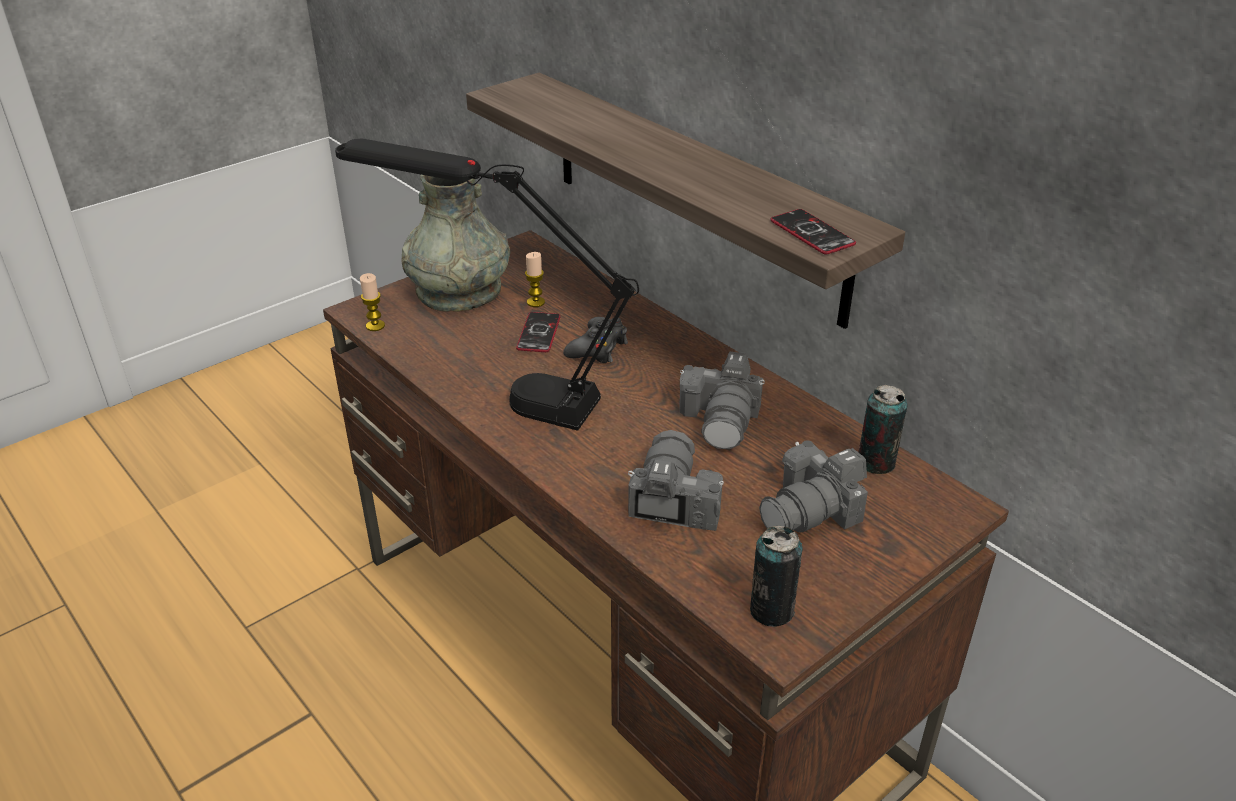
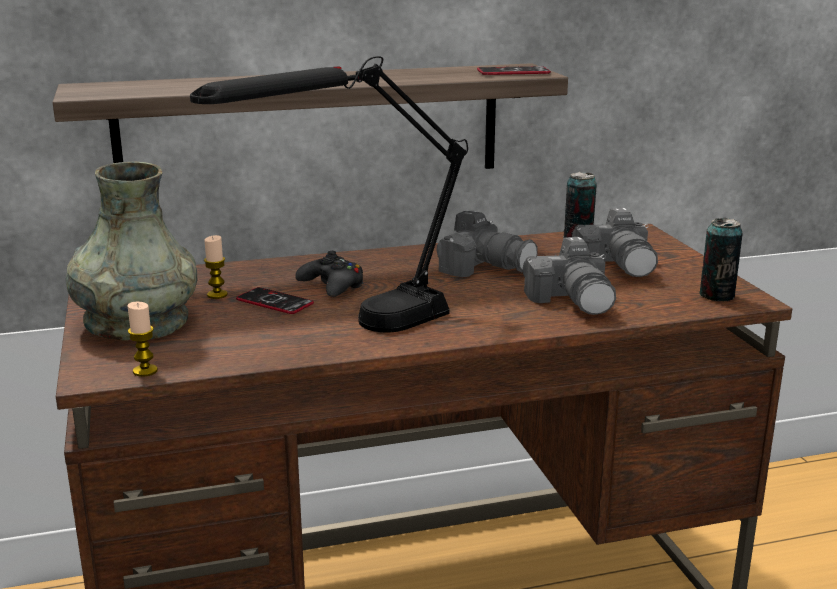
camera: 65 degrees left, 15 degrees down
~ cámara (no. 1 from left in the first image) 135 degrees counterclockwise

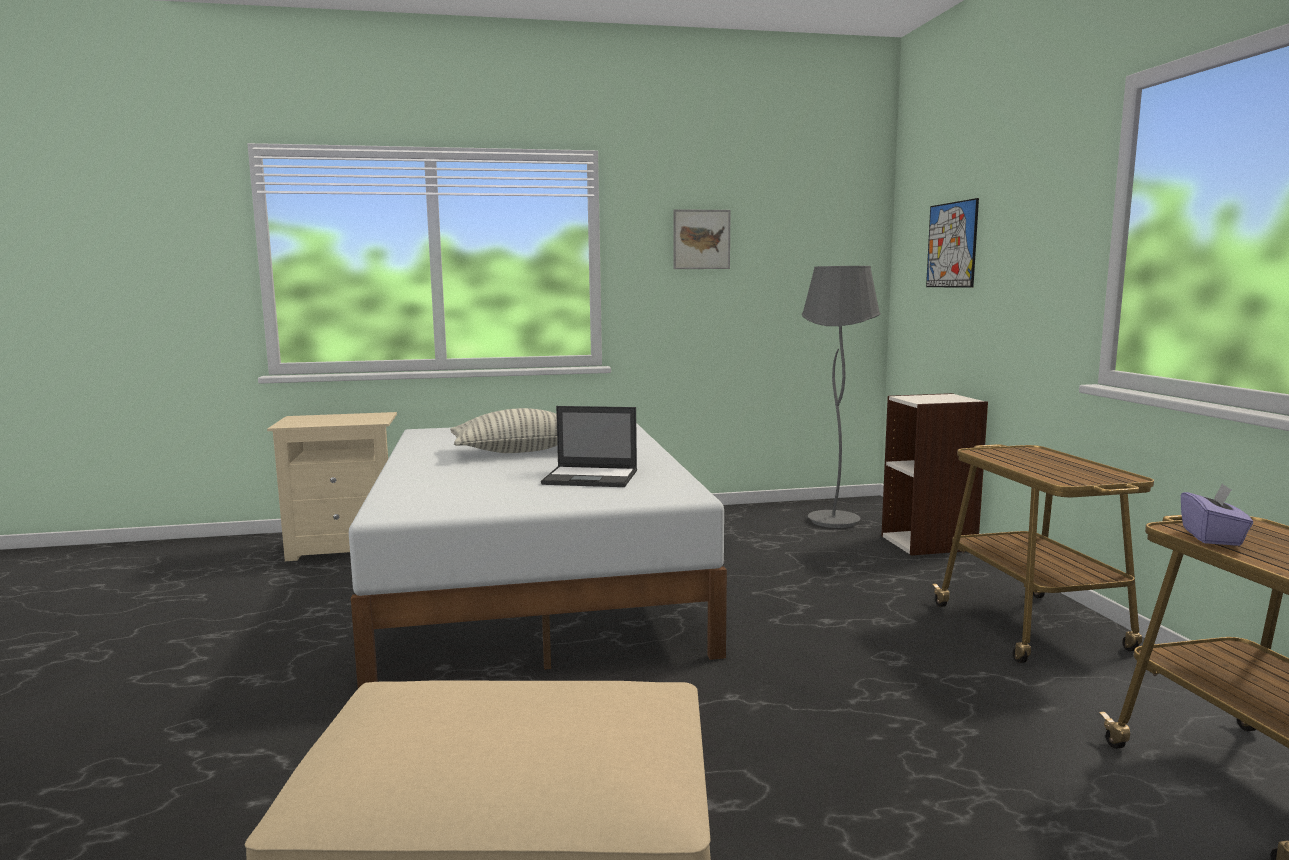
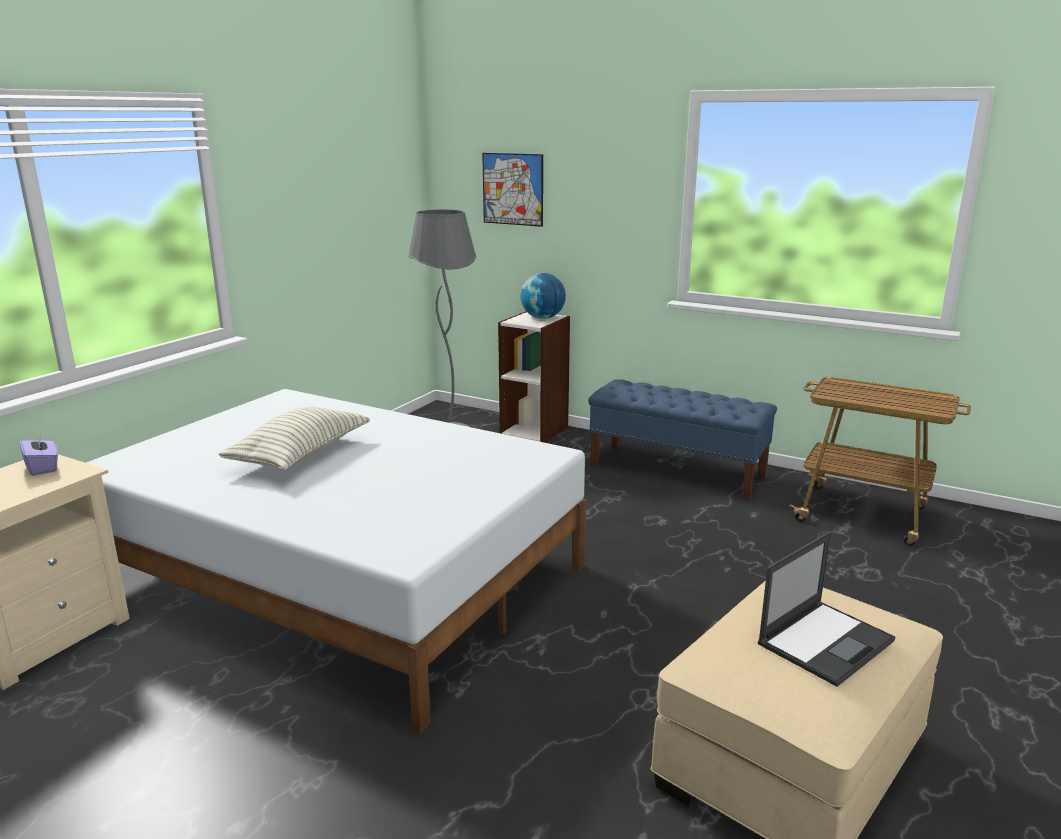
camera: 50 degrees left, 10 degrees up
~ portátil
- cuadro (no. 1 from left)
~ carrito (no. 1 from left) to banco/azul
~ caja de pañuelos/morado
+ globo terráqueo

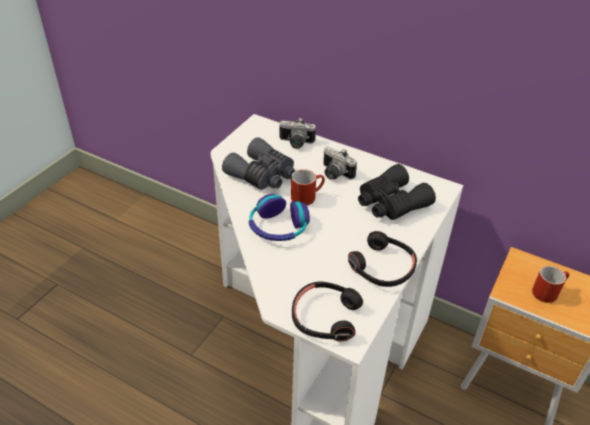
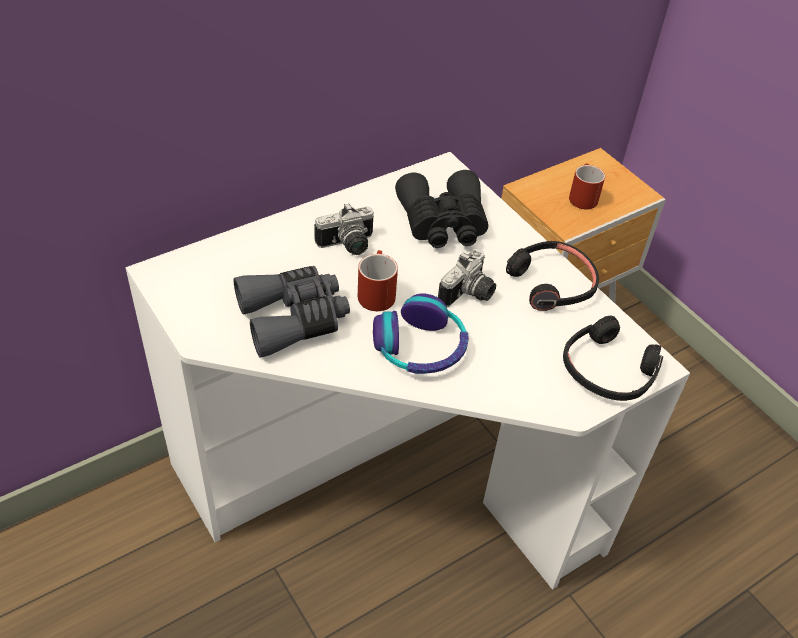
camera: 65 degrees left, 5 degrees up
~ cámara (no. 1 from left in the first image) to cámara (no. 2 from left)

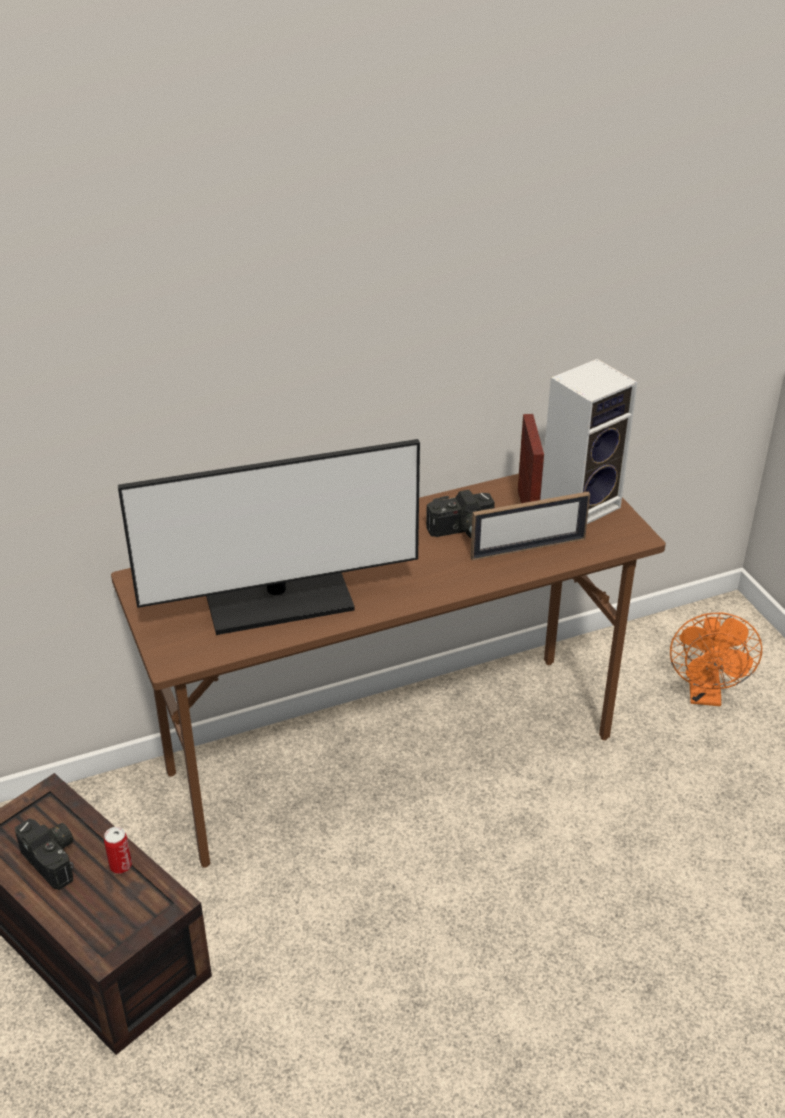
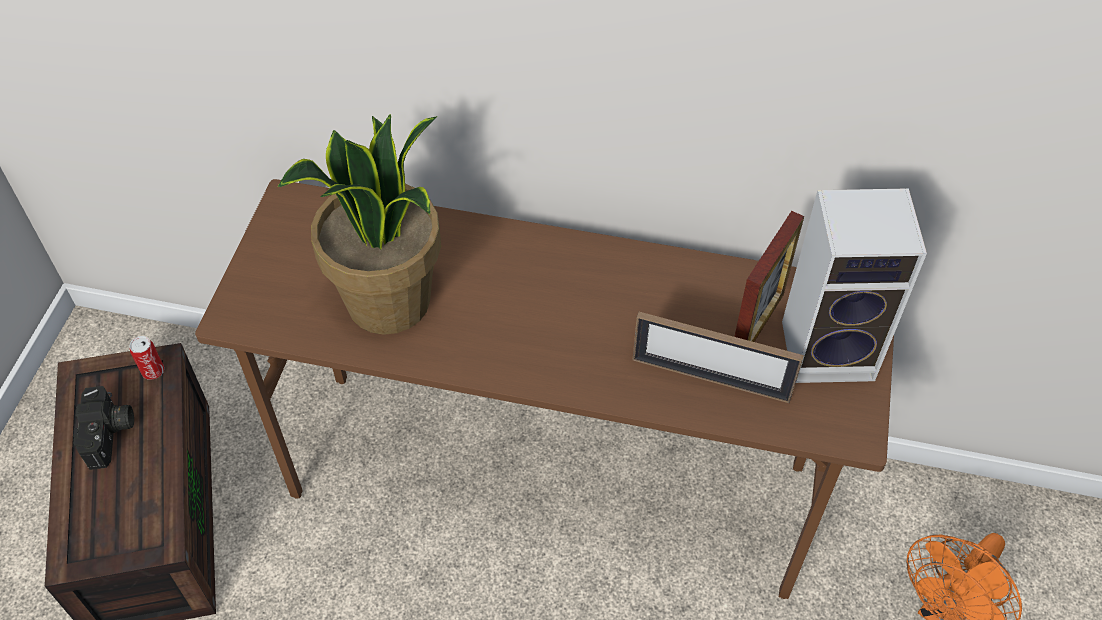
camera: 35 degrees right, 15 degrees up
~ lata
~ monitor to planta en maceta
- cámara (no. 2 from left)

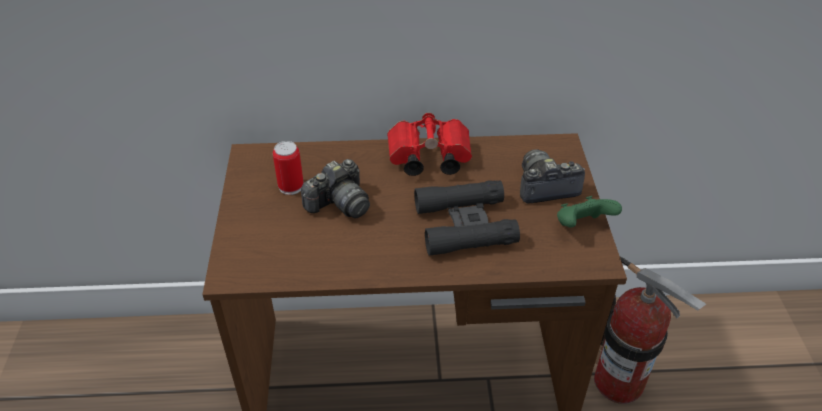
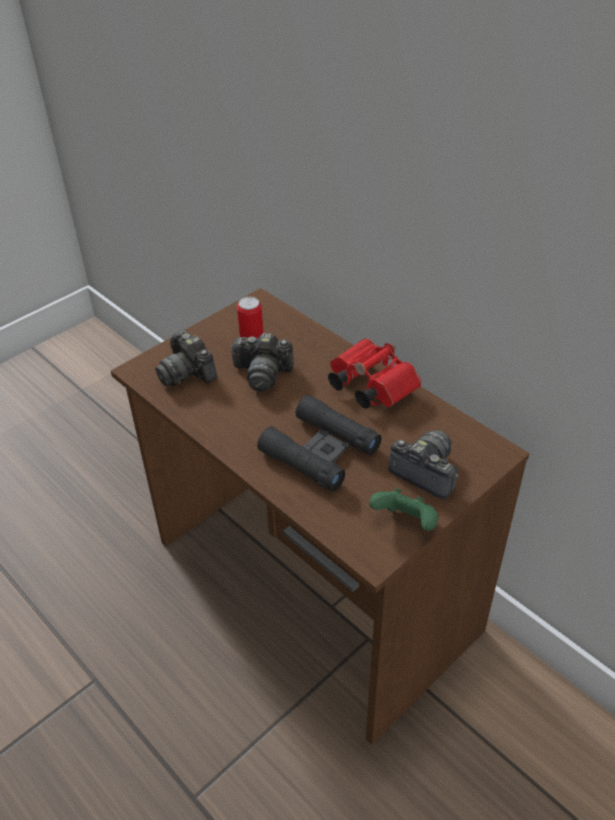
camera: 50 degrees right, 0 degrees up
- extintor
+ cámara (no. 1 from left)

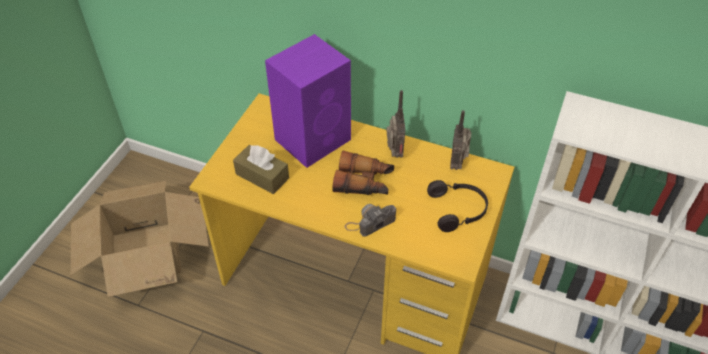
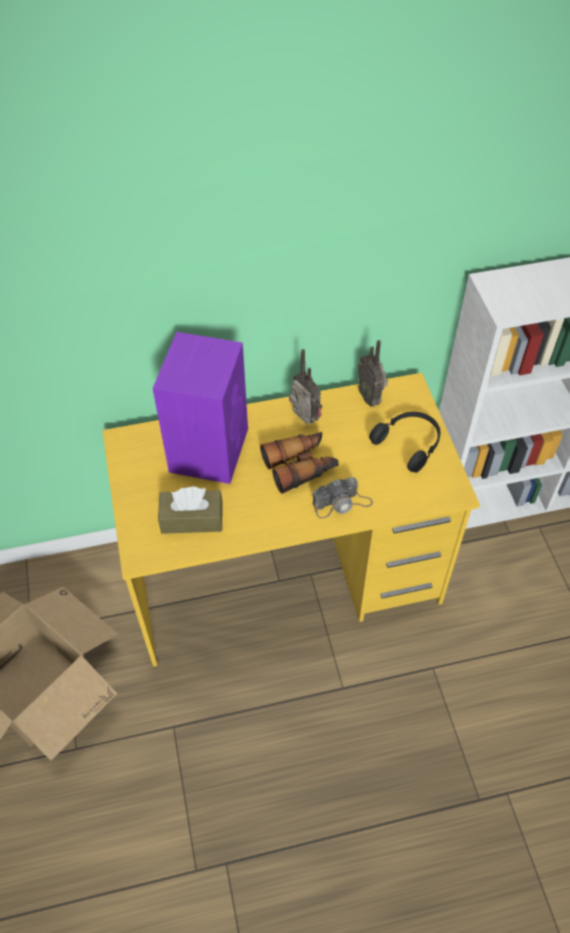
camera: 35 degrees left, 5 degrees up
~ cámara 135 degrees counterclockwise

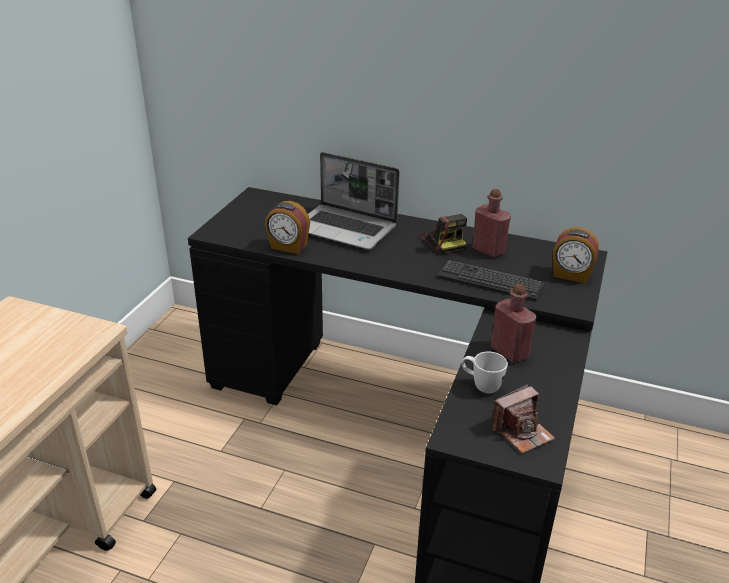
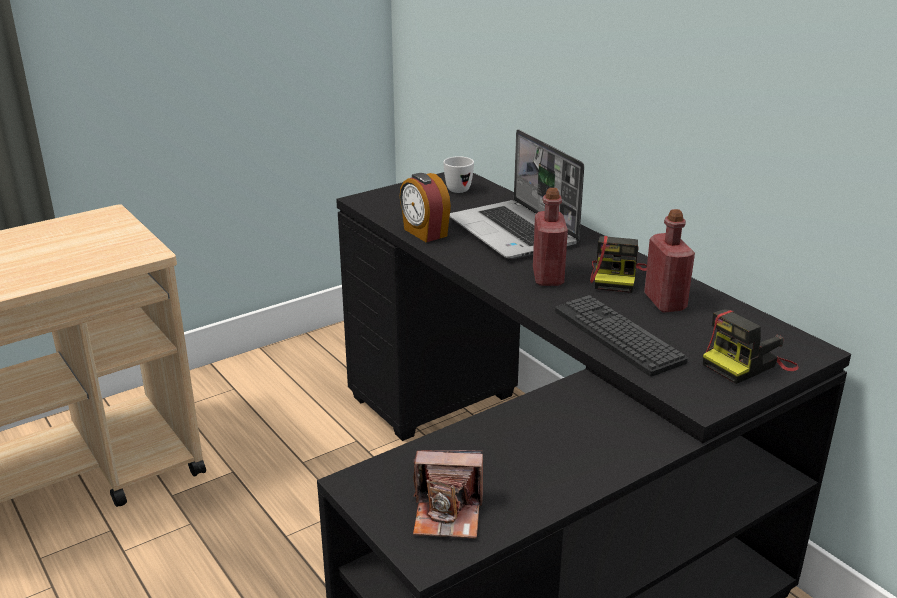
camera: 35 degrees right, 5 degrees down
~ taza grande/blanco
~ botella/rojo (no. 2 from left in the first image) to botella/rojo (no. 1 from left)
~ despertador (no. 2 from left) to cámara (no. 3 from left)

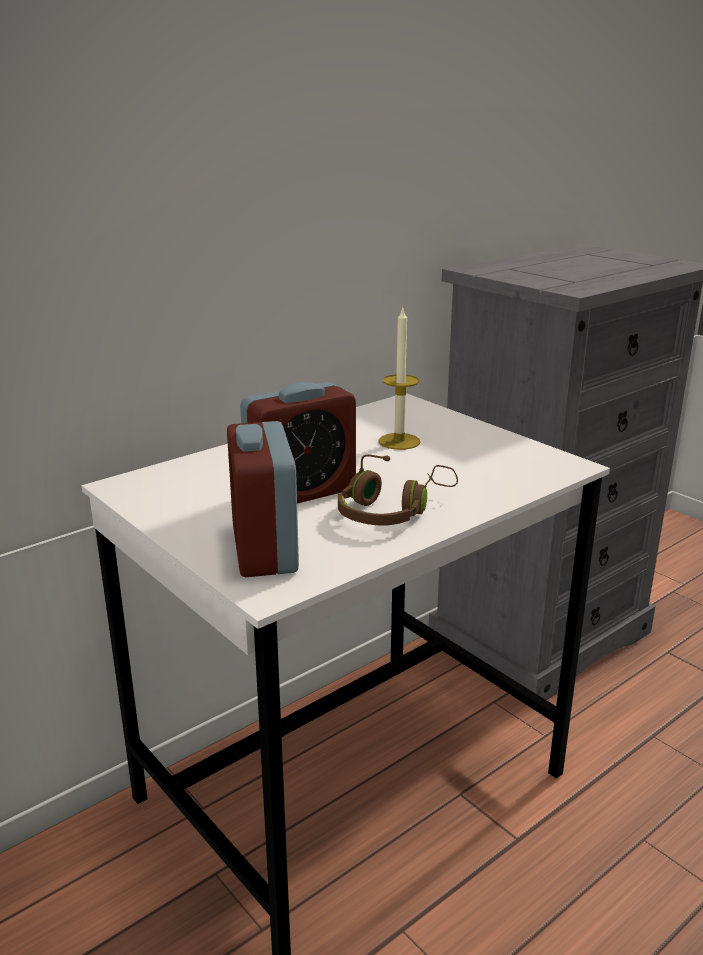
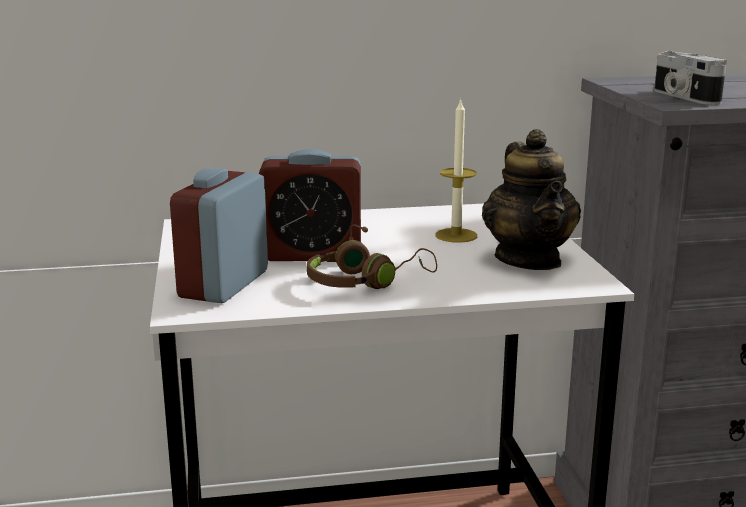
camera: 30 degrees right, 5 degrees down
+ tetera
+ cámara

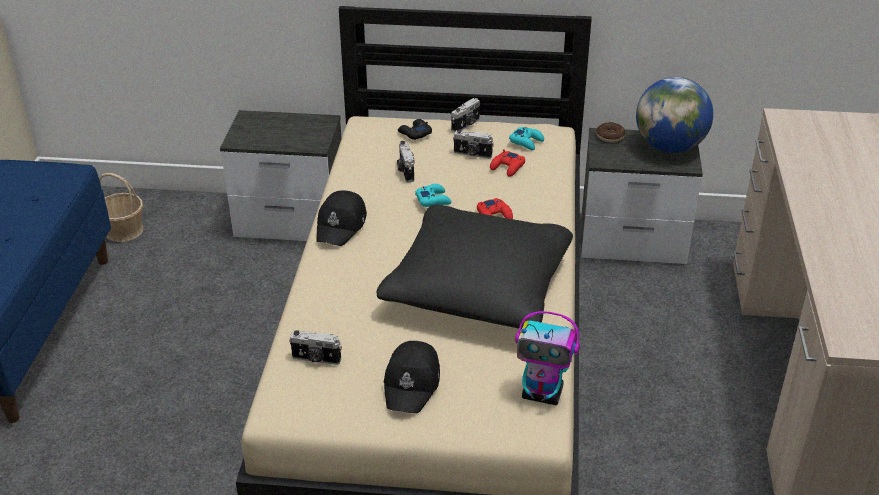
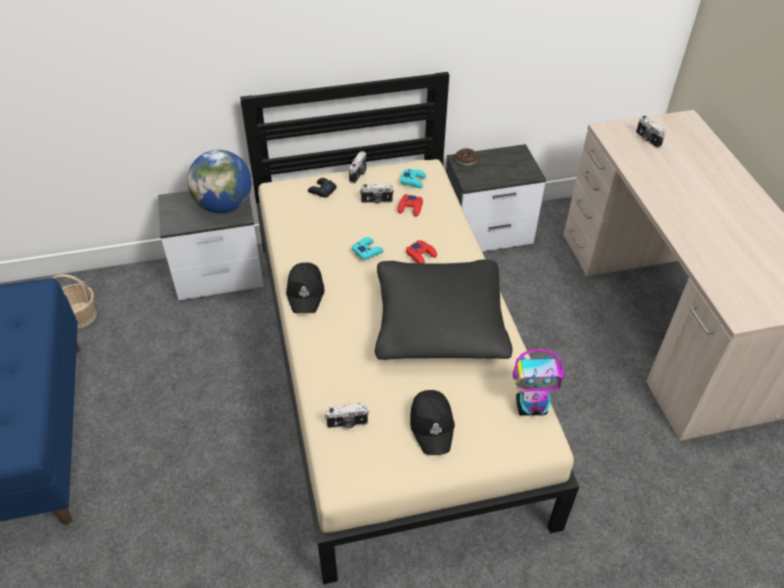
camera: 20 degrees left, 10 degrees up
~ cámara (no. 2 from left in the first image) to cámara (no. 4 from left)
~ globo terráqueo

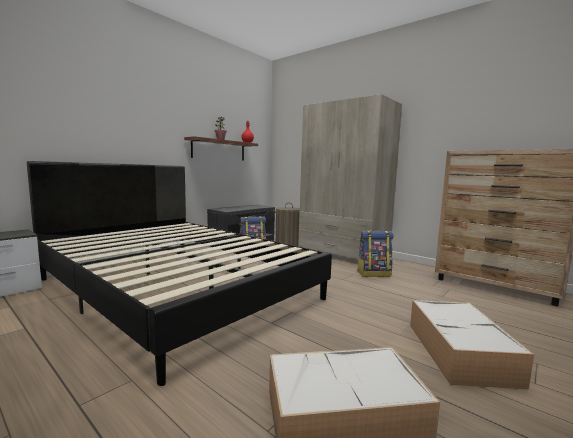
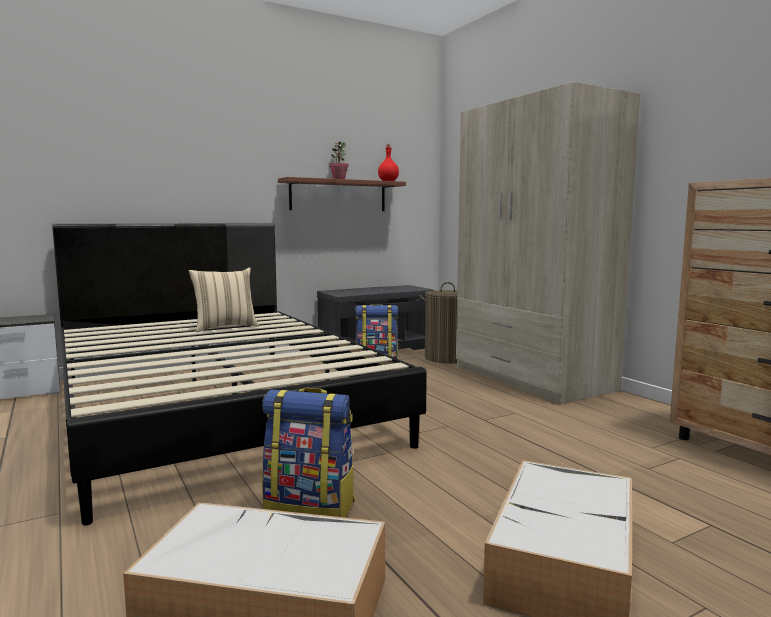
camera: 20 degrees right, 0 degrees up
~ mochila (no. 2 from left in the first image) to mochila (no. 1 from left)
+ cojín/beis

